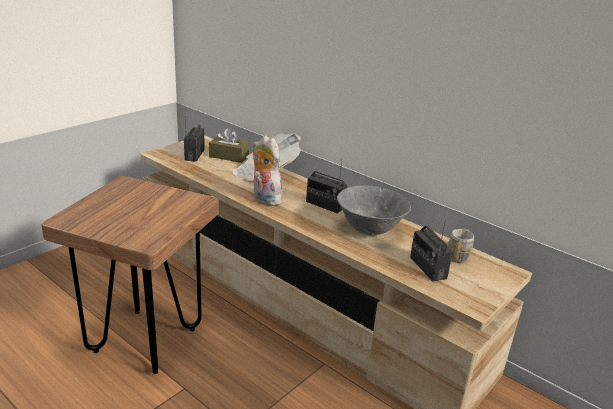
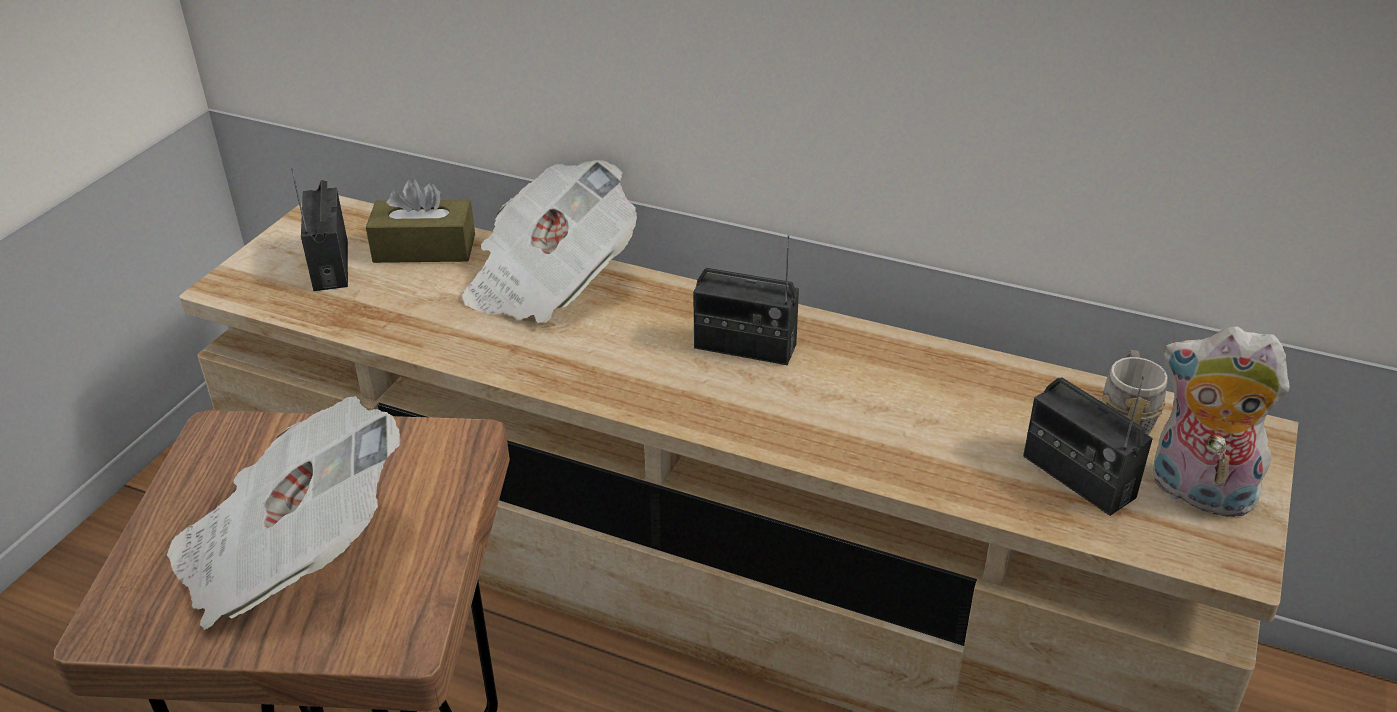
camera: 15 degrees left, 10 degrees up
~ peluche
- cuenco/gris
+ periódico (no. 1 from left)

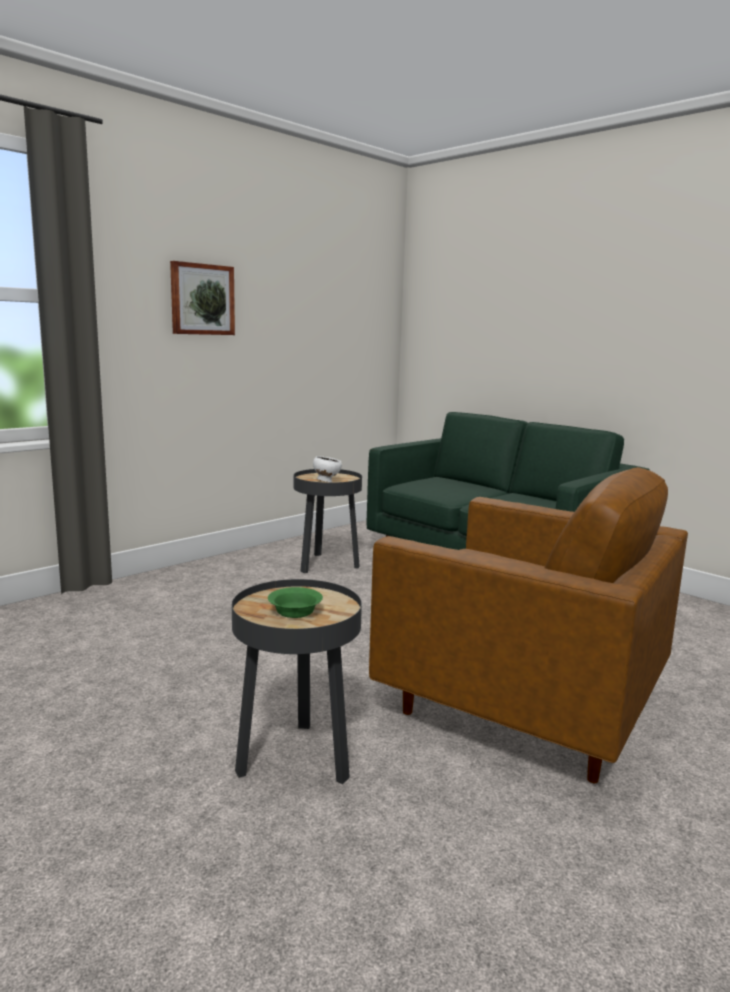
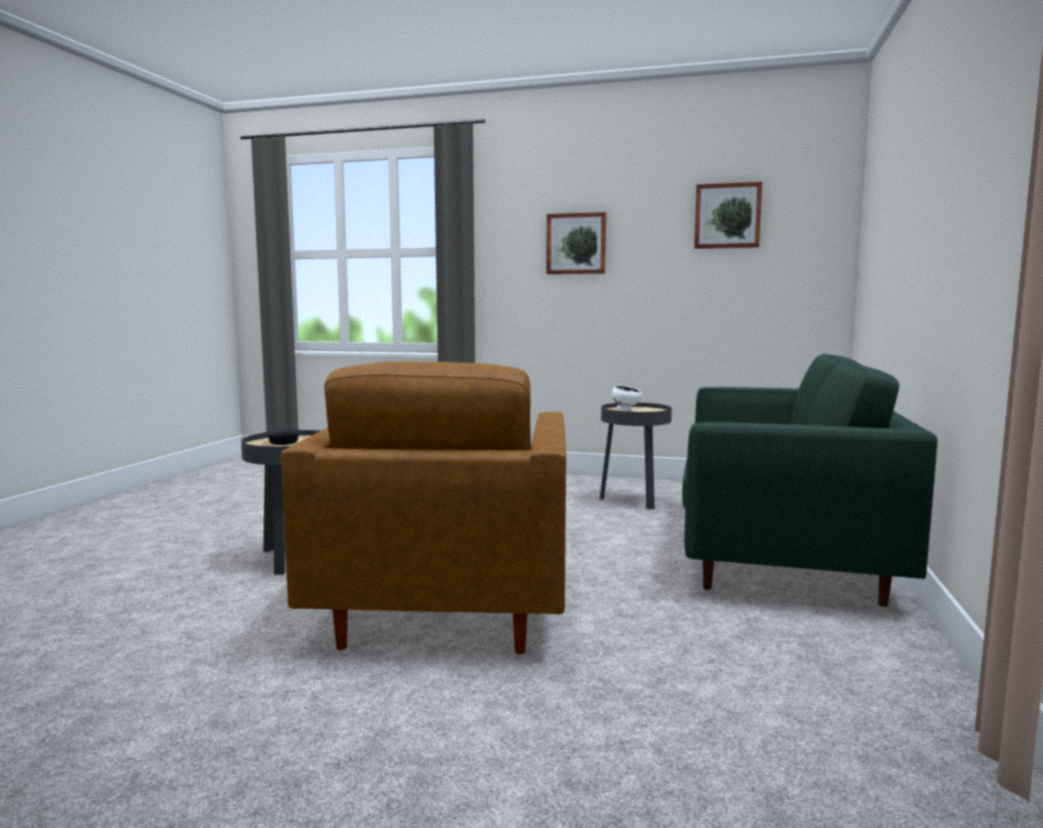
camera: 60 degrees right, 5 degrees down
~ cuenco/verde to cuenco/negro
+ cuadro (no. 2 from left)

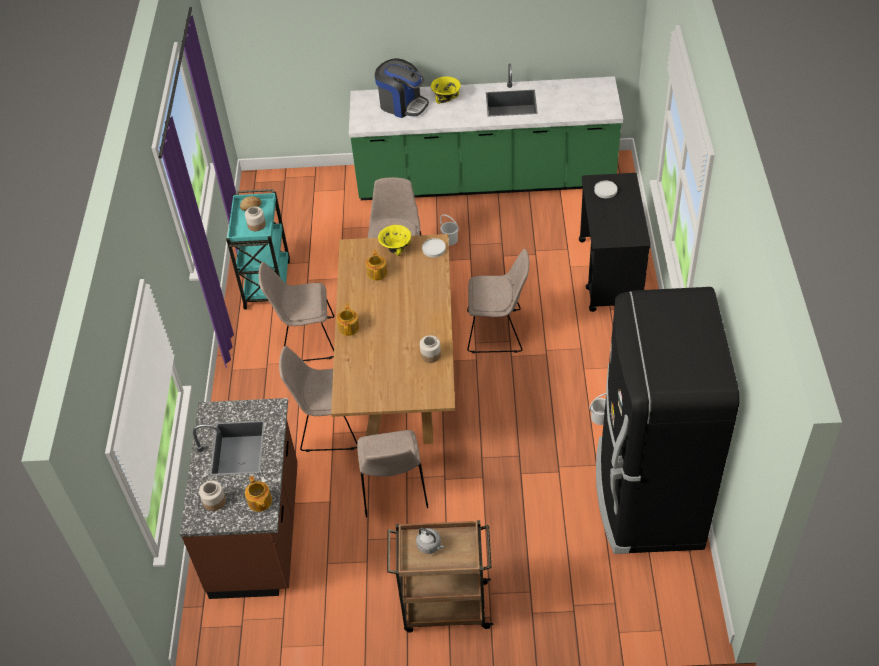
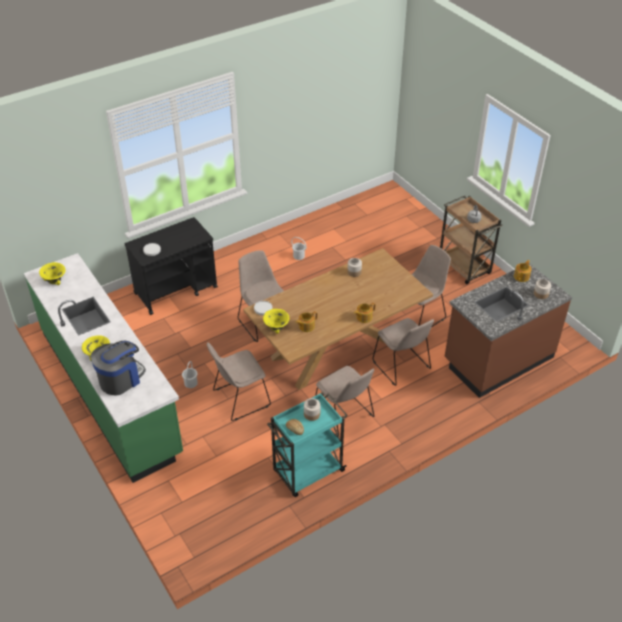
camera: 125 degrees left, 5 degrees down
~ cafetera 45 degrees clockwise
- nevera/negro
+ cuenco/amarillo (no. 1 from left)

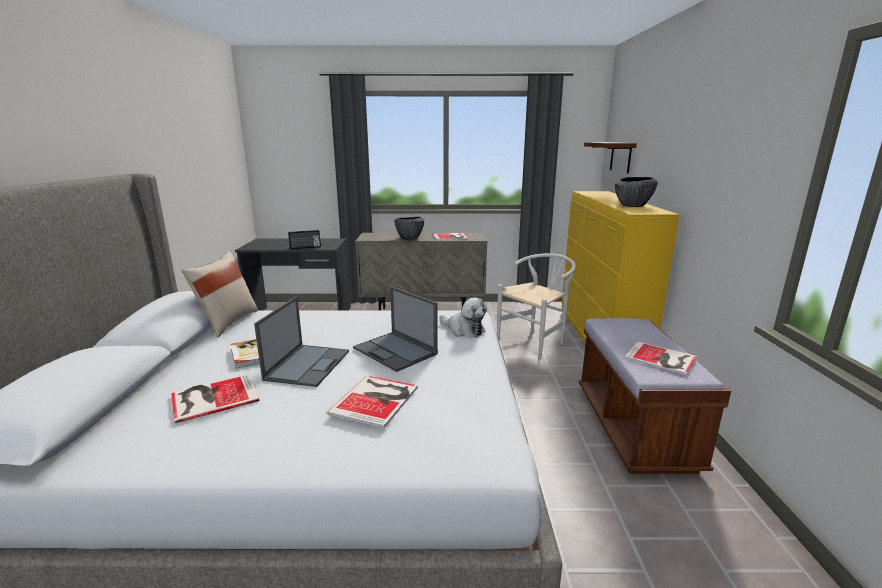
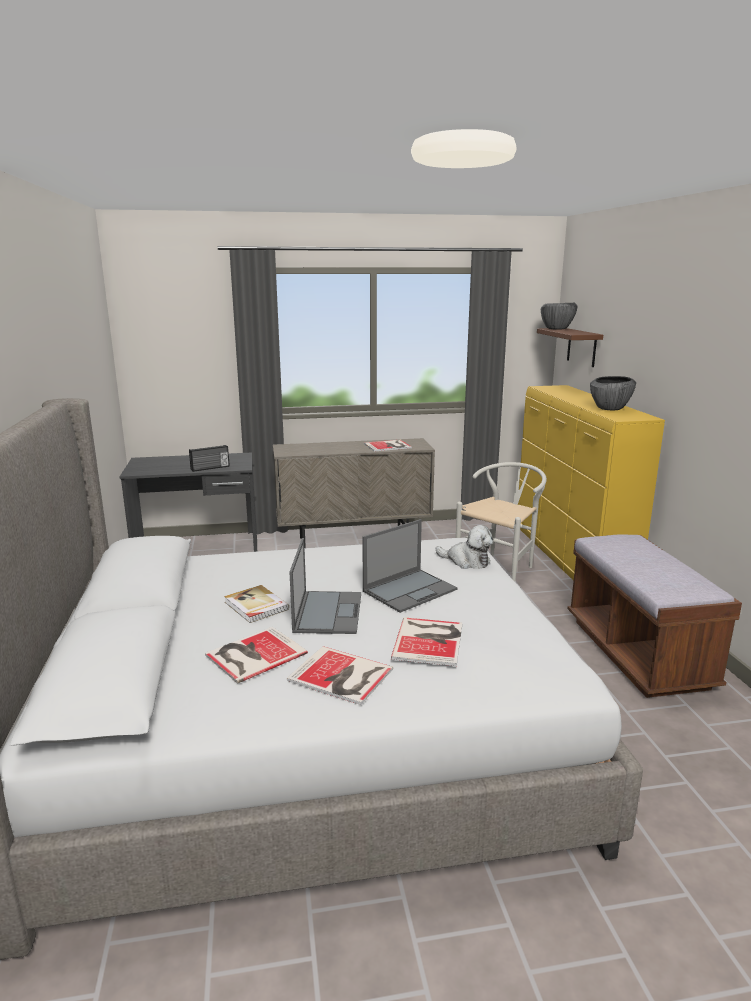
camera: 10 degrees left, 0 degrees up
- cojín/beis
~ portátil (no. 2 from left) 75 degrees counterclockwise
~ cuenco (no. 1 from left)
~ libro (no. 5 from left in the first image) to libro (no. 3 from left)

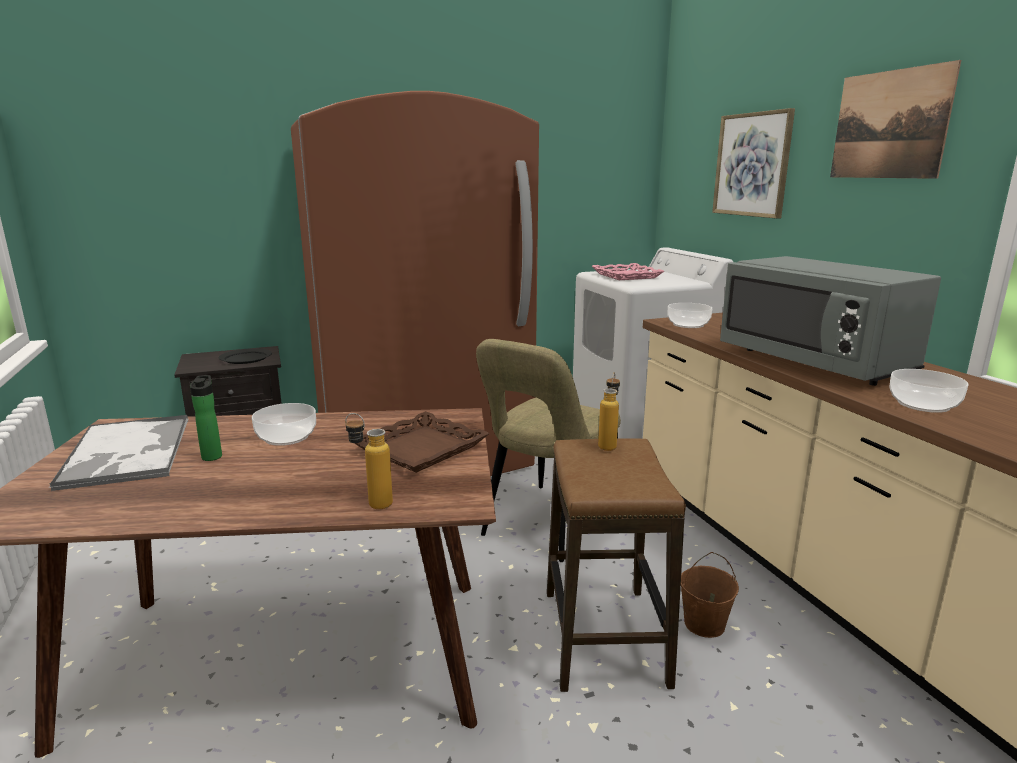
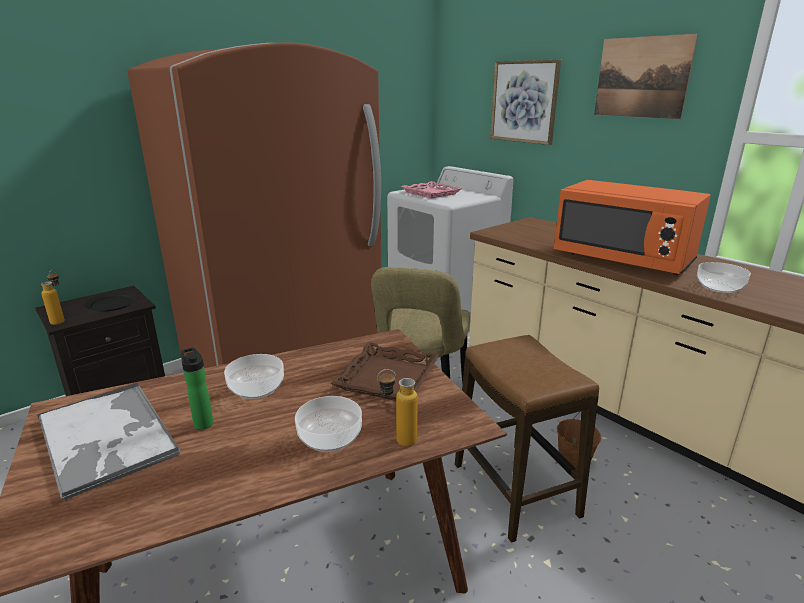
camera: 20 degrees left, 5 degrees up
~ botella (no. 3 from left in the first image) to botella (no. 1 from left)
~ cuenco (no. 2 from left)
~ microondas/gris to microondas/naranja

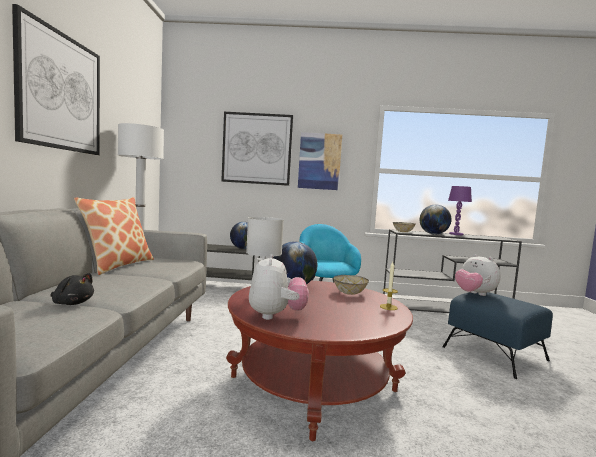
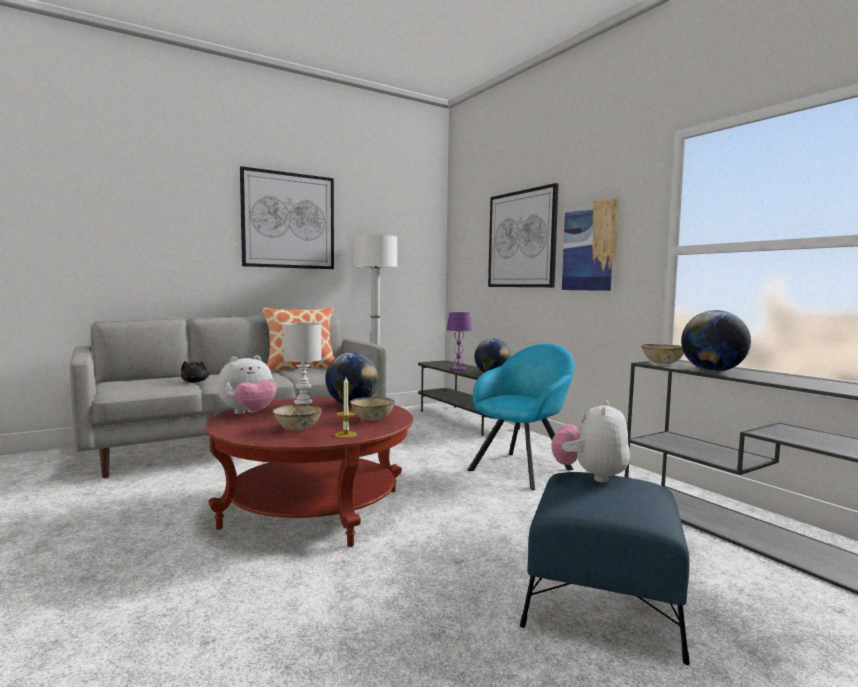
camera: 55 degrees right, 0 degrees up
~ lámpara de mesa/morado
+ cuenco (no. 1 from left)

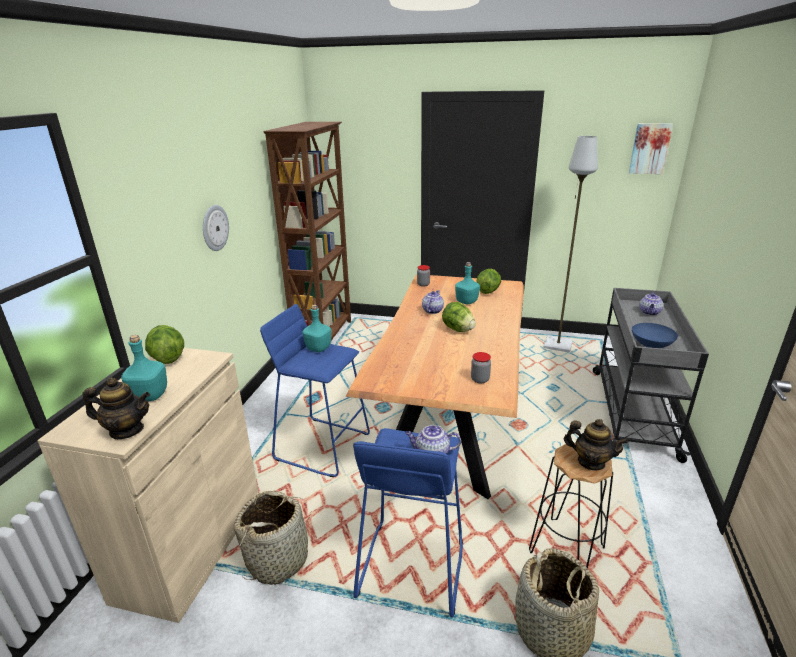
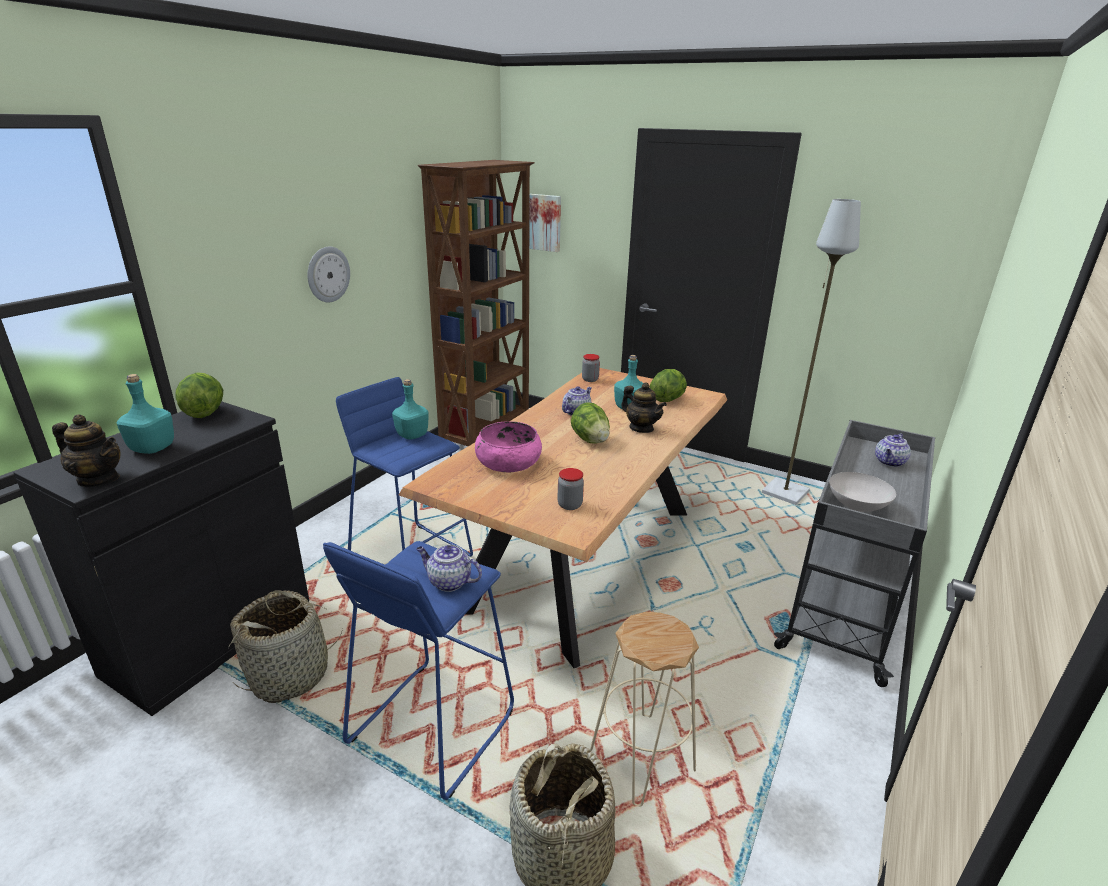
camera: 15 degrees right, 0 degrees up
~ armario/beis to armario/negro
~ taburete/negro to taburete/beis
~ tetera (no. 4 from left)
~ cuadro
~ cuenco/azul to cuenco/blanco
+ cuenco/rosa

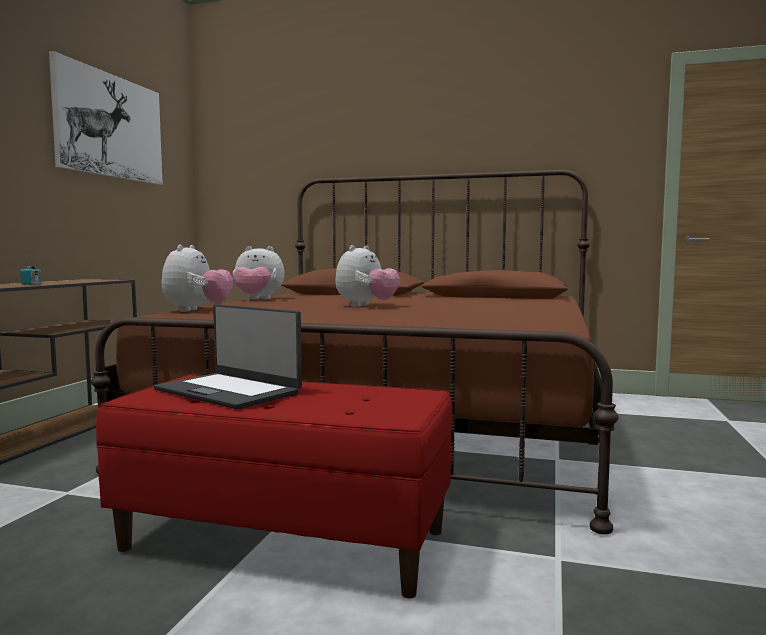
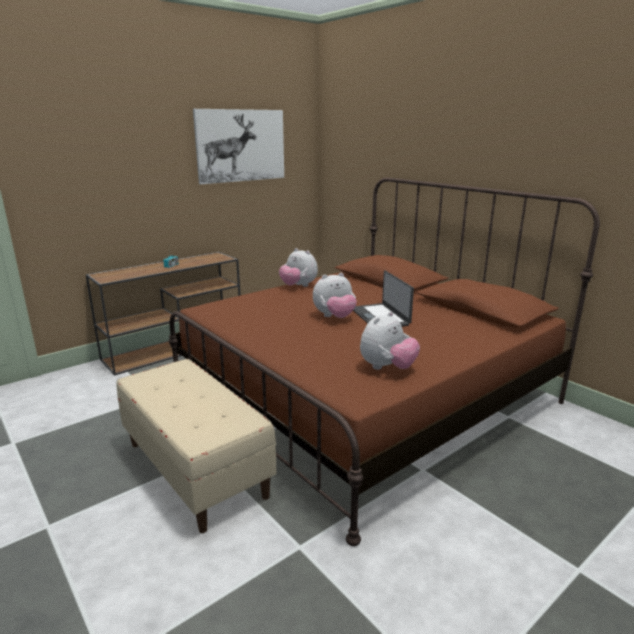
camera: 35 degrees right, 15 degrees up
~ banco/rojo to banco/beis
~ portátil
~ peluche (no. 1 from left in the first image) to peluche (no. 3 from left)

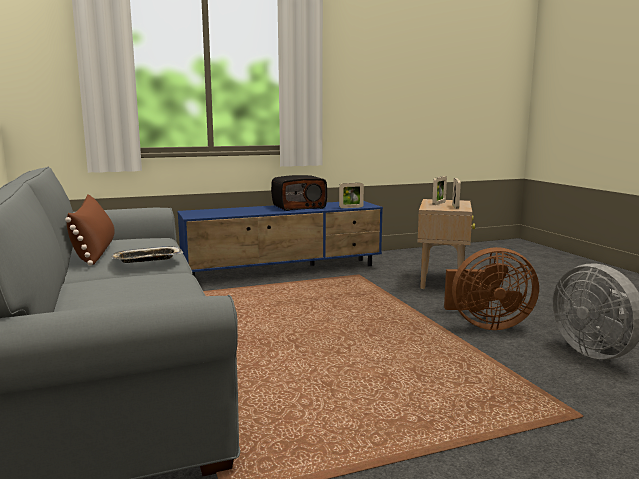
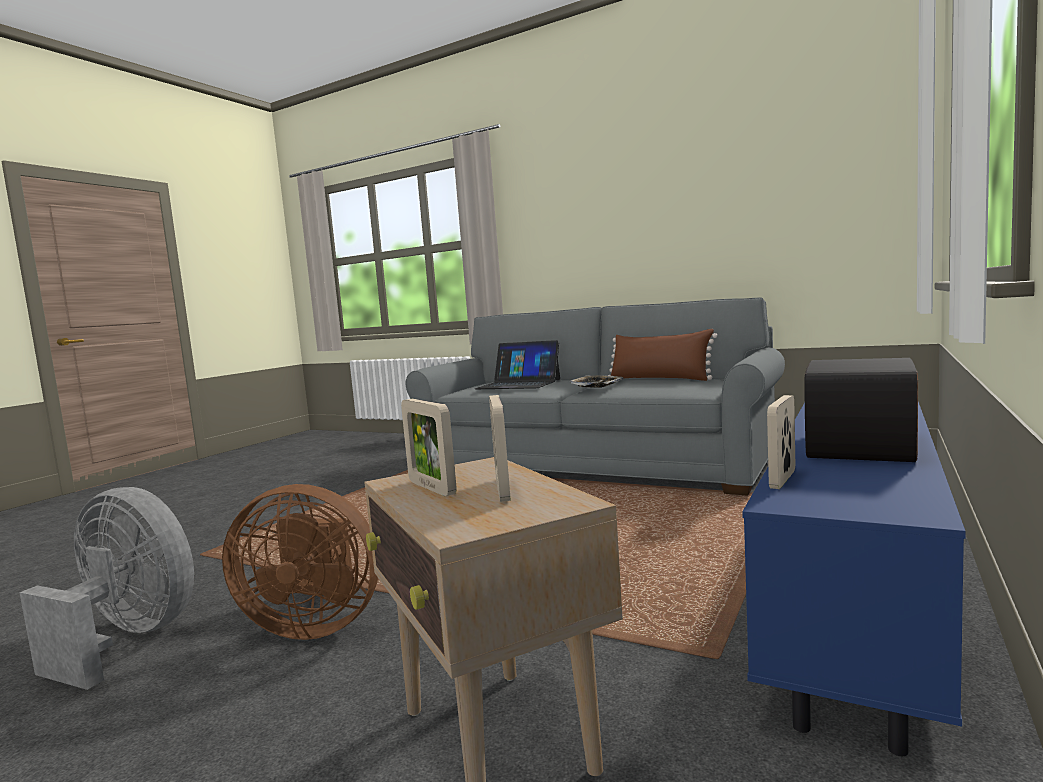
camera: 140 degrees right, 5 degrees down
~ ventilador/marrón 135 degrees counterclockwise
+ portátil

